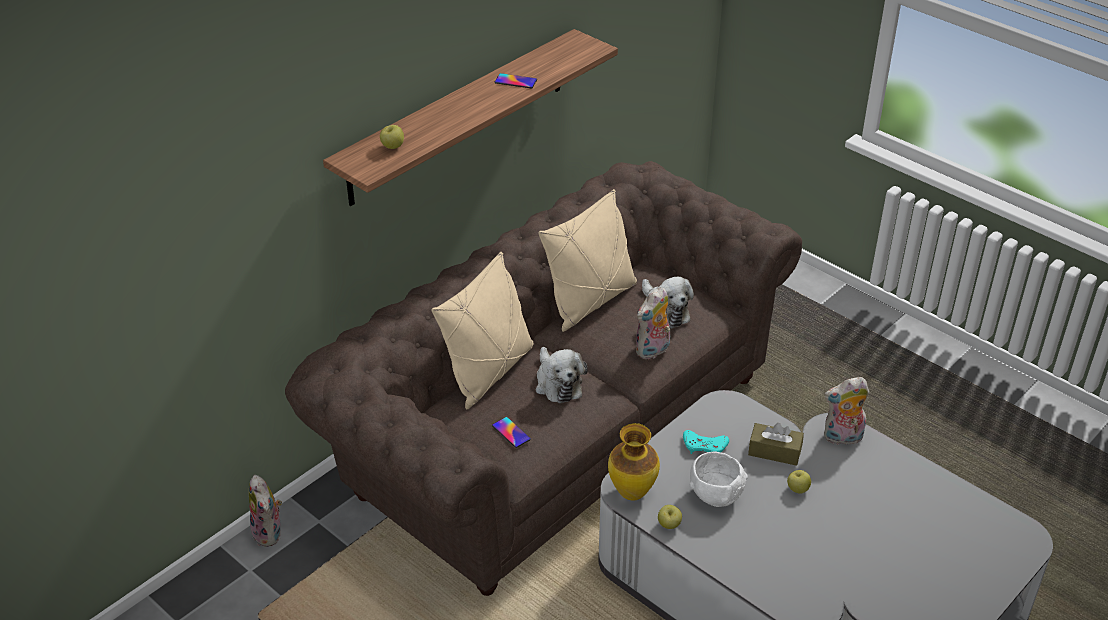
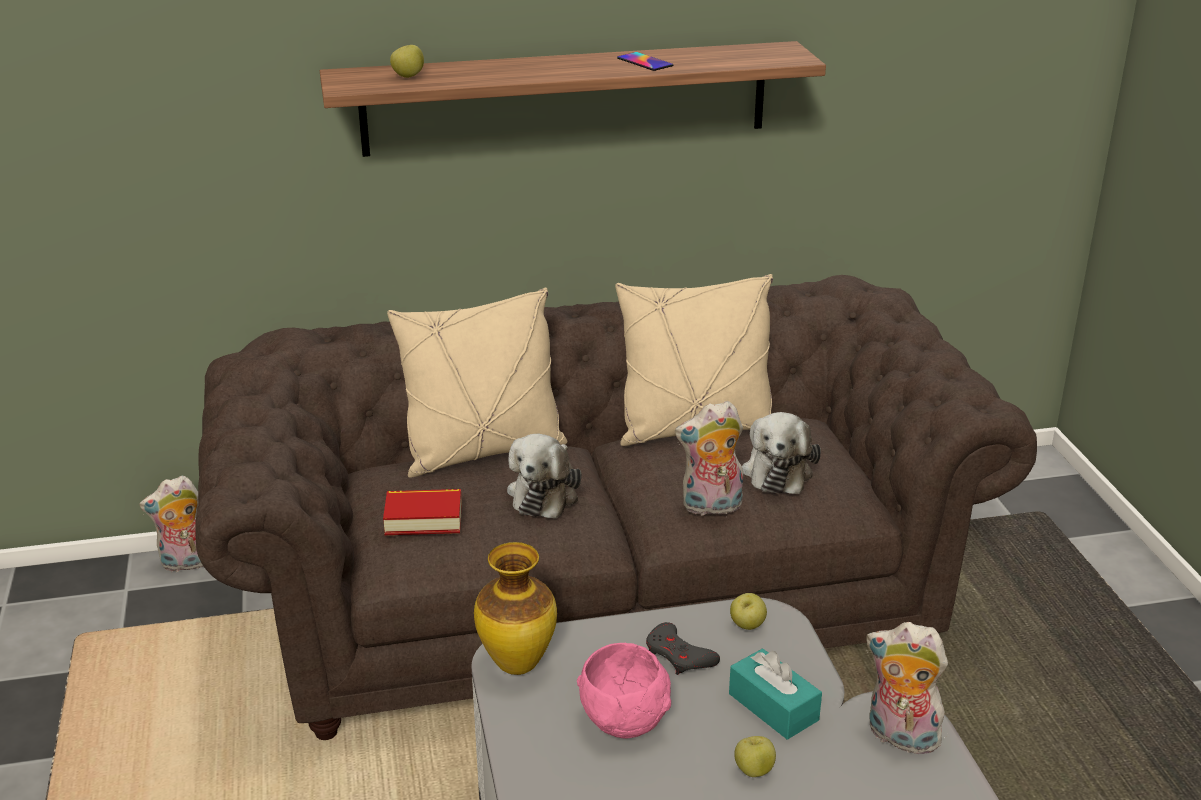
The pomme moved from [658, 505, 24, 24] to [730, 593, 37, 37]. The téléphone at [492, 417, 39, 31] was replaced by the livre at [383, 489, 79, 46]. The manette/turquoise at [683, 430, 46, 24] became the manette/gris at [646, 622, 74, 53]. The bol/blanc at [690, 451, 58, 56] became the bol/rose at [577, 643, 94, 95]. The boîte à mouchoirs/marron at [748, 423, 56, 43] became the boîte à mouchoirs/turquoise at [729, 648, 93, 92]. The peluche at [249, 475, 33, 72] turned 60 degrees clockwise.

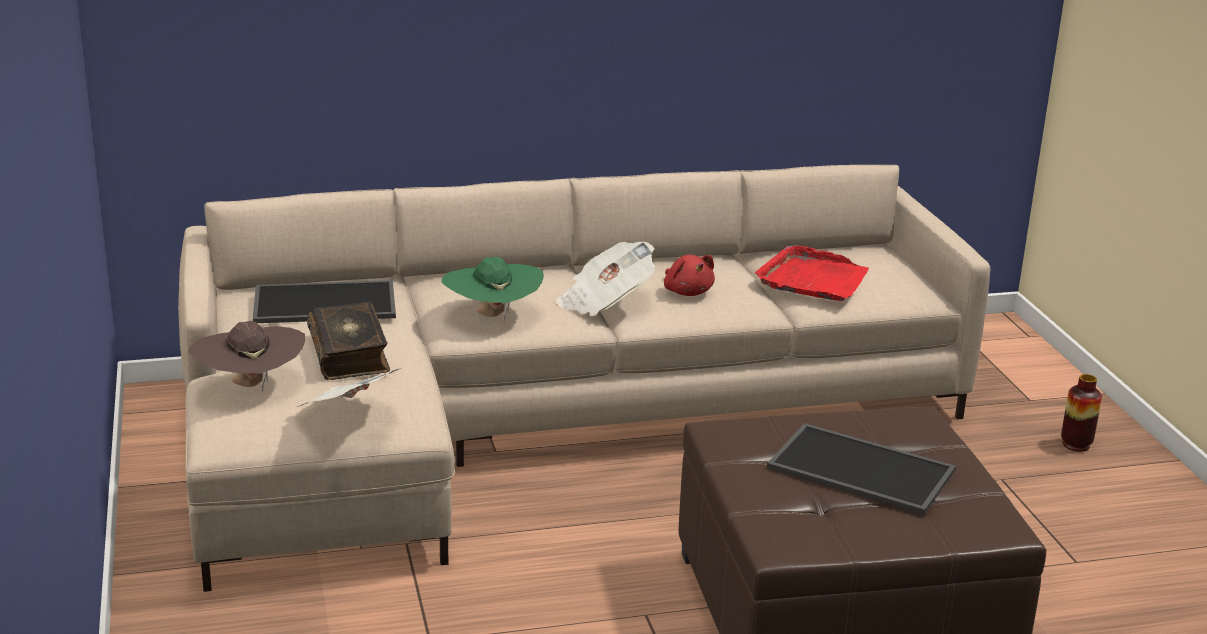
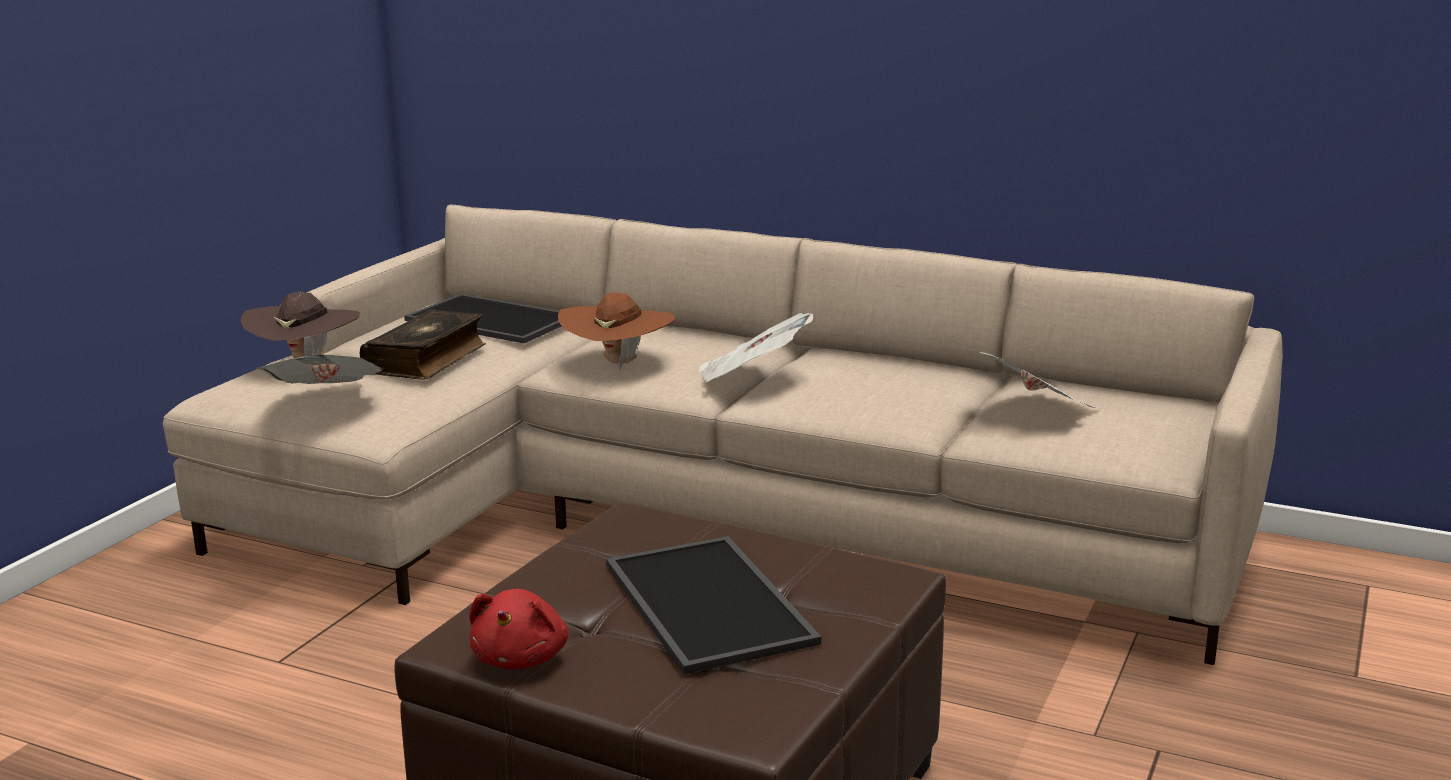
The vase at [1061, 374, 41, 77] disappeared. The peluche/rouge moved from [664, 255, 51, 41] to [469, 589, 99, 80]. The plateau/rouge at [755, 245, 114, 56] was replaced by the journal at [978, 352, 121, 56]. The chapeau/vert at [441, 257, 103, 64] became the chapeau/marron at [558, 292, 117, 78].

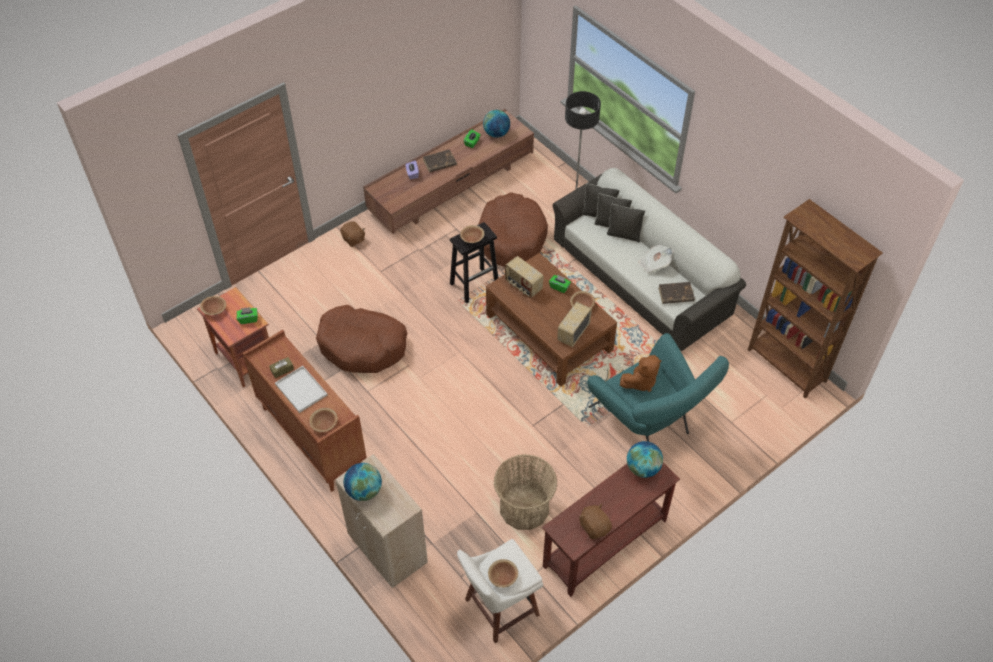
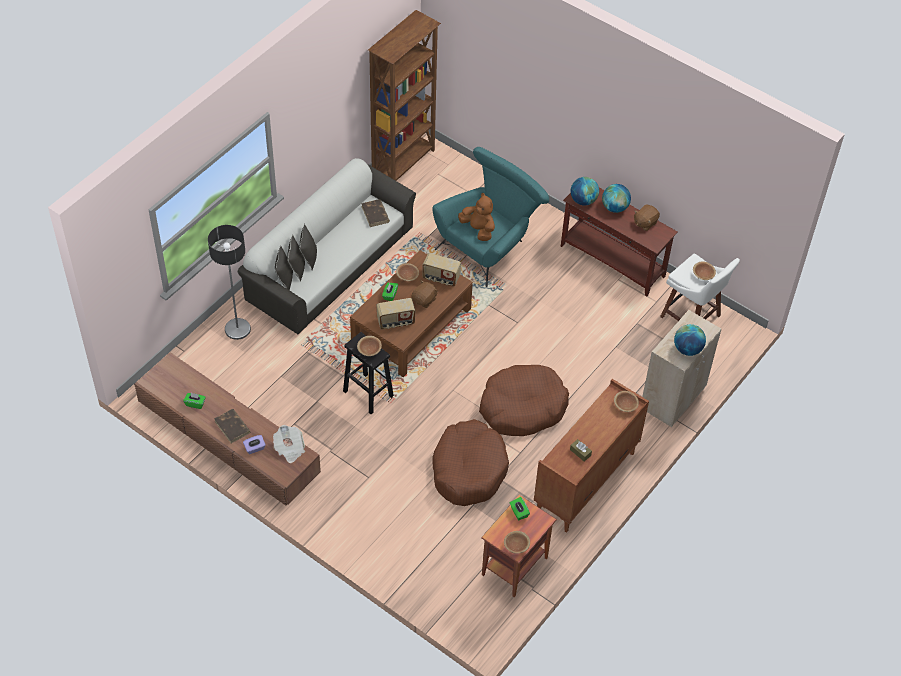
The plateau/blanc at [275, 366, 52, 47] disappeared. The panier at [494, 454, 64, 76] disappeared. The peluche/marron moved from [340, 221, 25, 26] to [411, 280, 27, 28]. The panier pour chien/marron moved from [478, 192, 70, 75] to [479, 365, 90, 71]. The globe moved from [483, 110, 27, 28] to [602, 184, 29, 29]. The journal moved from [638, 245, 36, 28] to [273, 425, 32, 38]. The radio at [505, 256, 39, 42] turned 45 degrees clockwise.

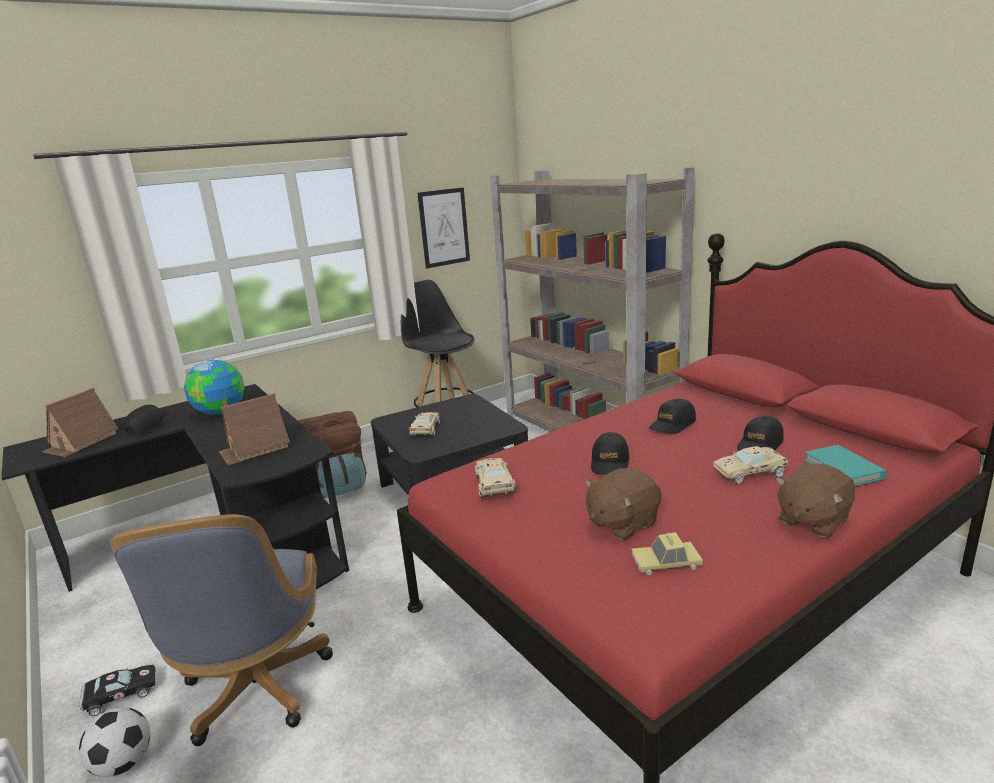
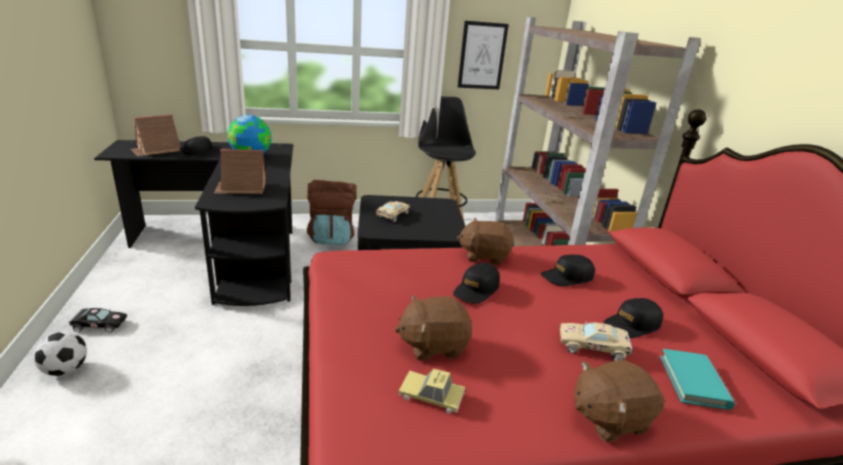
The chaise de bureau/bleu at [110, 514, 223, 232] disappeared. The petite voiture/beige at [475, 458, 41, 40] disappeared. The peluche/marron at [457, 218, 56, 47] appeared.

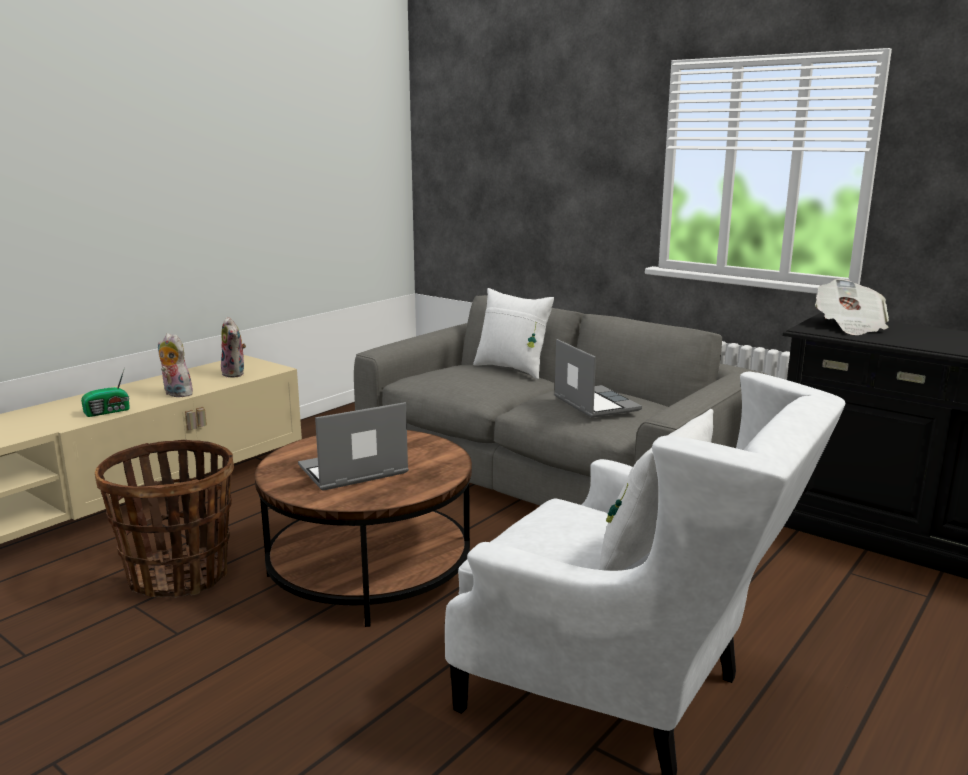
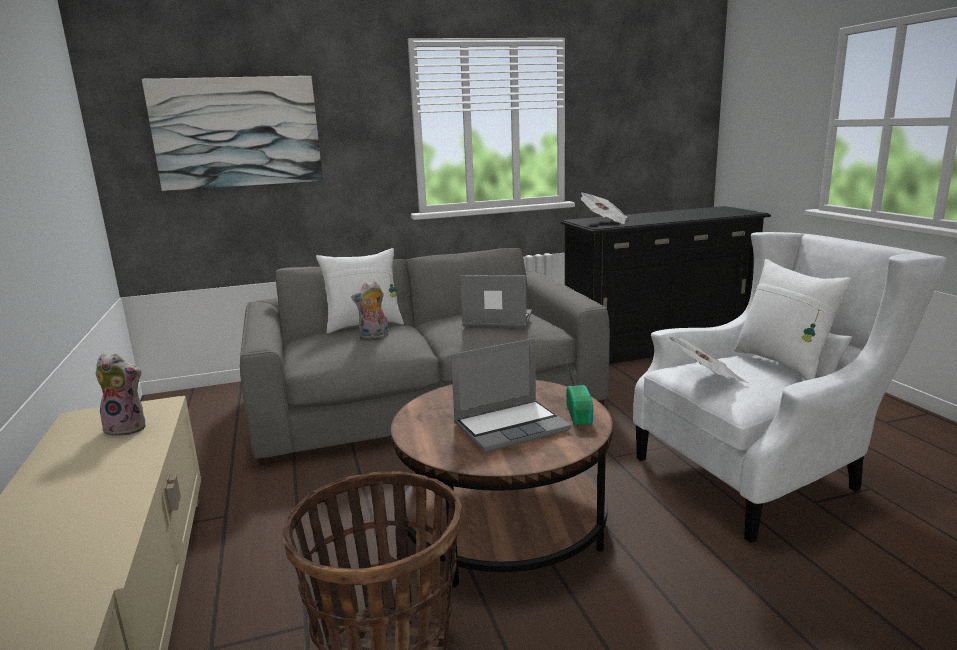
The tableau at [142, 76, 181, 115] appeared. The journal at [666, 336, 83, 47] appeared. The radio moved from [81, 367, 49, 50] to [566, 362, 27, 63]. The peluche moved from [158, 333, 35, 64] to [351, 280, 38, 59]. The ordinateur portable at [298, 402, 111, 89] turned 120 degrees counterclockwise.

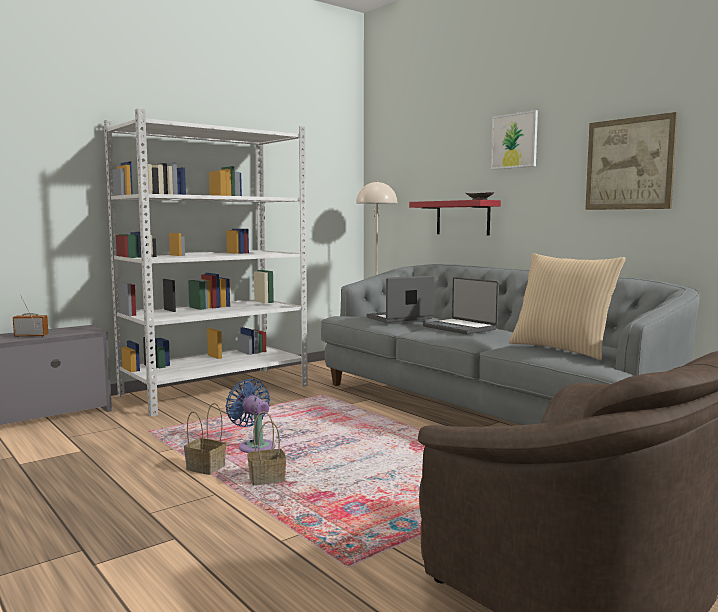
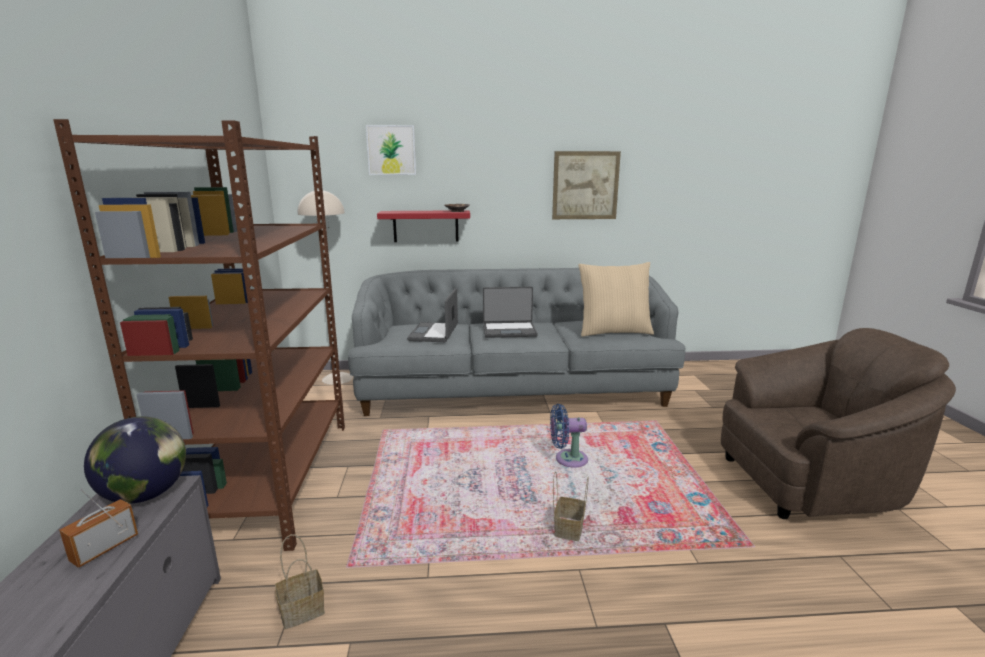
The globe at [84, 416, 102, 88] appeared. The panier moved from [184, 403, 42, 72] to [275, 534, 50, 95]. The ventilateur/bleu moved from [226, 379, 49, 74] to [550, 404, 38, 64]. The tableau moved from [491, 110, 47, 60] to [366, 125, 50, 50]. The bibliothèque/blanc at [104, 108, 204, 308] became the bibliothèque/marron at [53, 119, 292, 432].

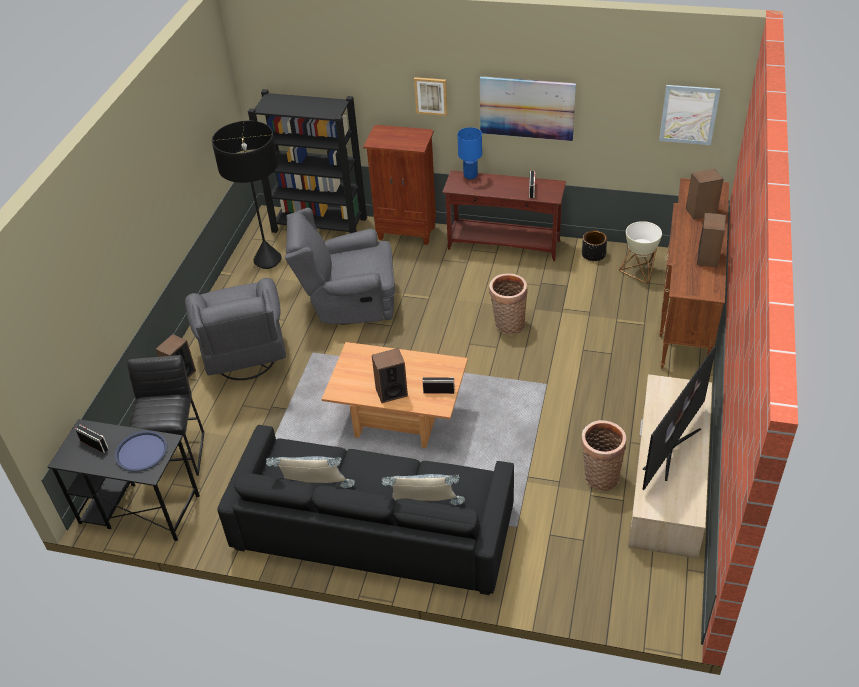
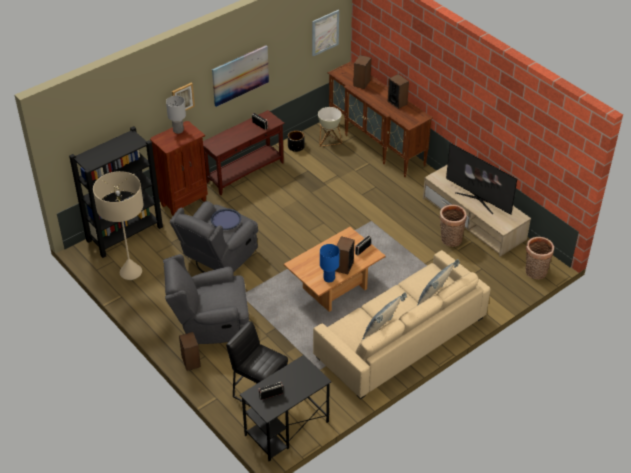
The lampe de table/gris at [166, 96, 20, 38] appeared. The plateau/bleu moved from [115, 431, 52, 41] to [211, 209, 30, 21]. The lampe de table/bleu moved from [457, 127, 25, 52] to [320, 244, 20, 39]. The panier moved from [489, 273, 39, 61] to [526, 237, 28, 43]. The lampadaire/noir at [212, 121, 70, 148] became the lampadaire/beige at [93, 171, 51, 109]. The canapé/noir at [217, 425, 297, 170] became the canapé/beige at [313, 250, 177, 149]. The fauteuil/gris at [185, 278, 101, 102] turned 150 degrees clockwise. The téléviseur at [642, 346, 74, 144] turned 150 degrees clockwise.

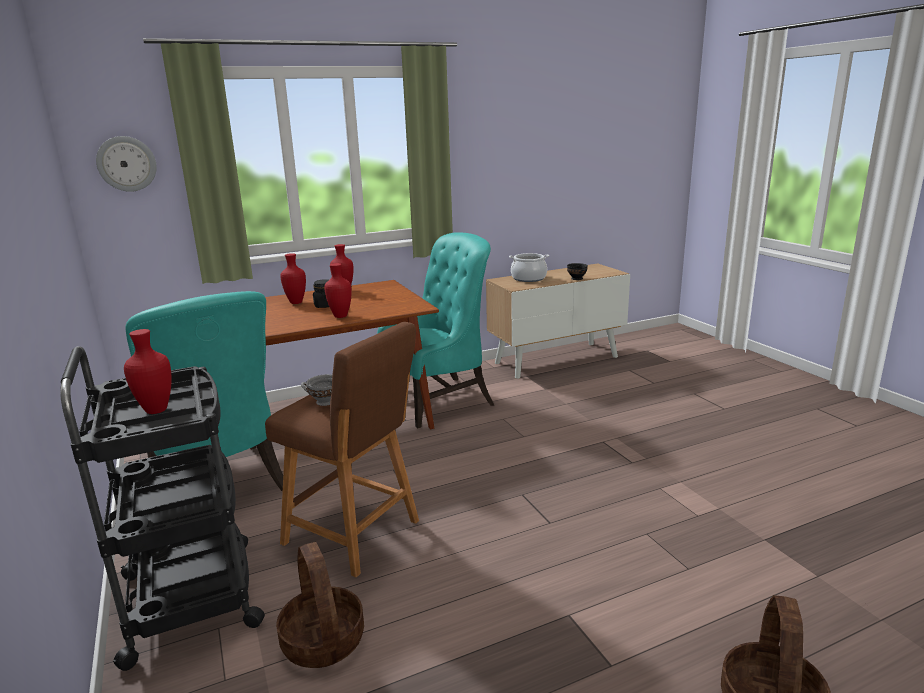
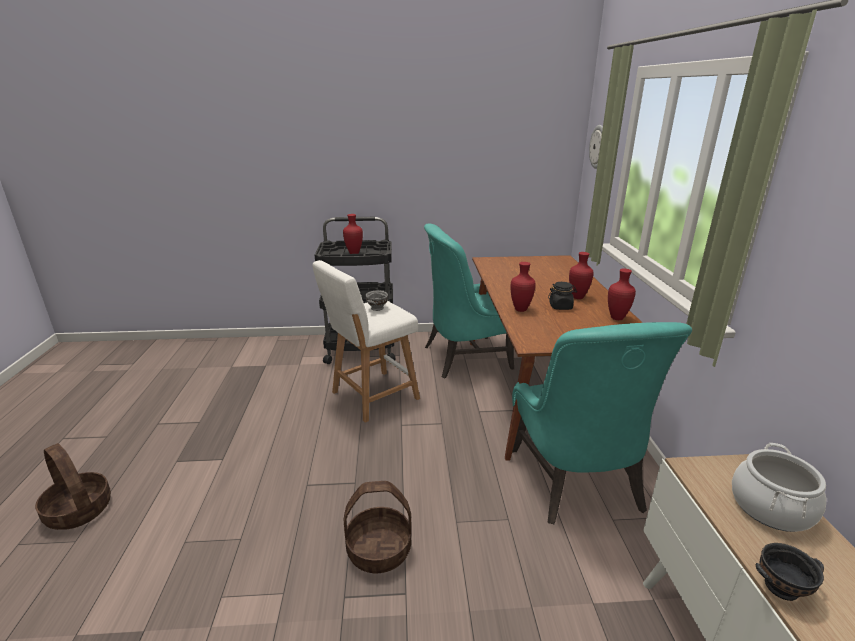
The panier moved from [276, 542, 88, 126] to [343, 481, 68, 92]. The tabouret/marron at [265, 322, 154, 255] became the tabouret/blanc at [313, 260, 107, 163].

